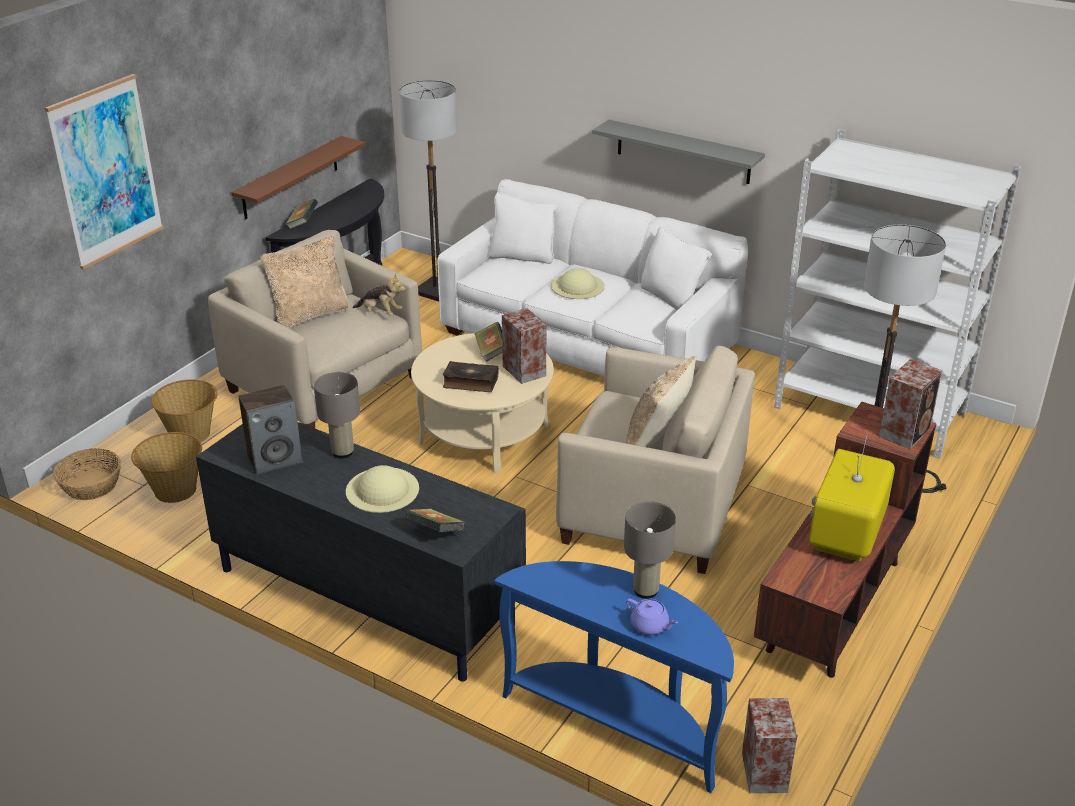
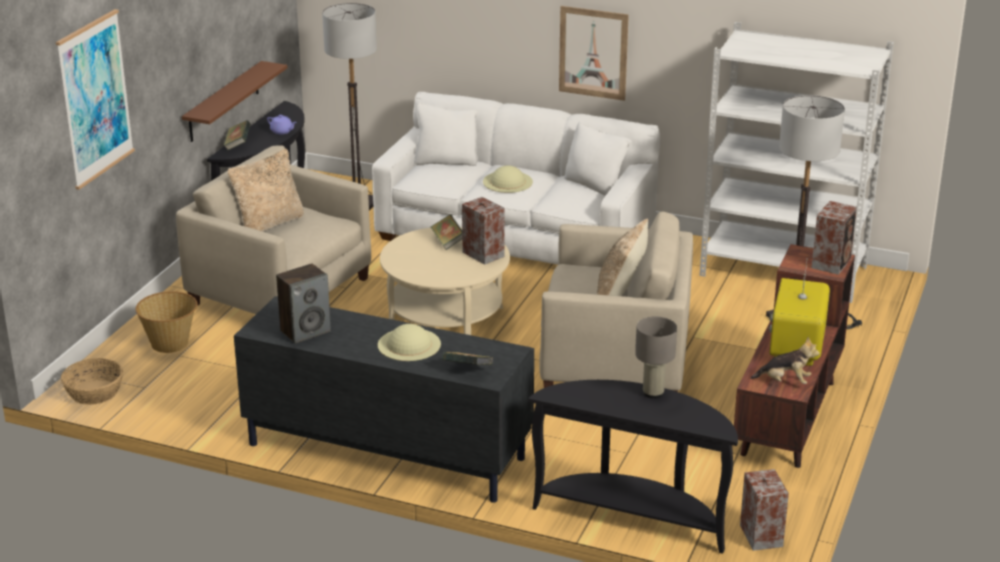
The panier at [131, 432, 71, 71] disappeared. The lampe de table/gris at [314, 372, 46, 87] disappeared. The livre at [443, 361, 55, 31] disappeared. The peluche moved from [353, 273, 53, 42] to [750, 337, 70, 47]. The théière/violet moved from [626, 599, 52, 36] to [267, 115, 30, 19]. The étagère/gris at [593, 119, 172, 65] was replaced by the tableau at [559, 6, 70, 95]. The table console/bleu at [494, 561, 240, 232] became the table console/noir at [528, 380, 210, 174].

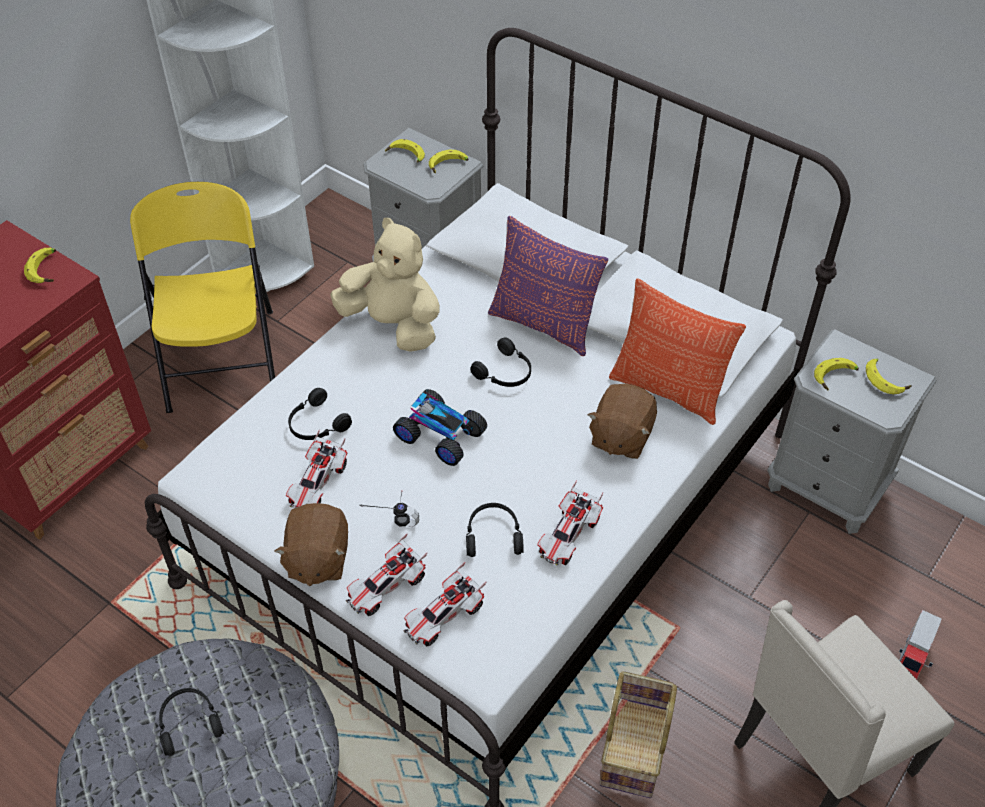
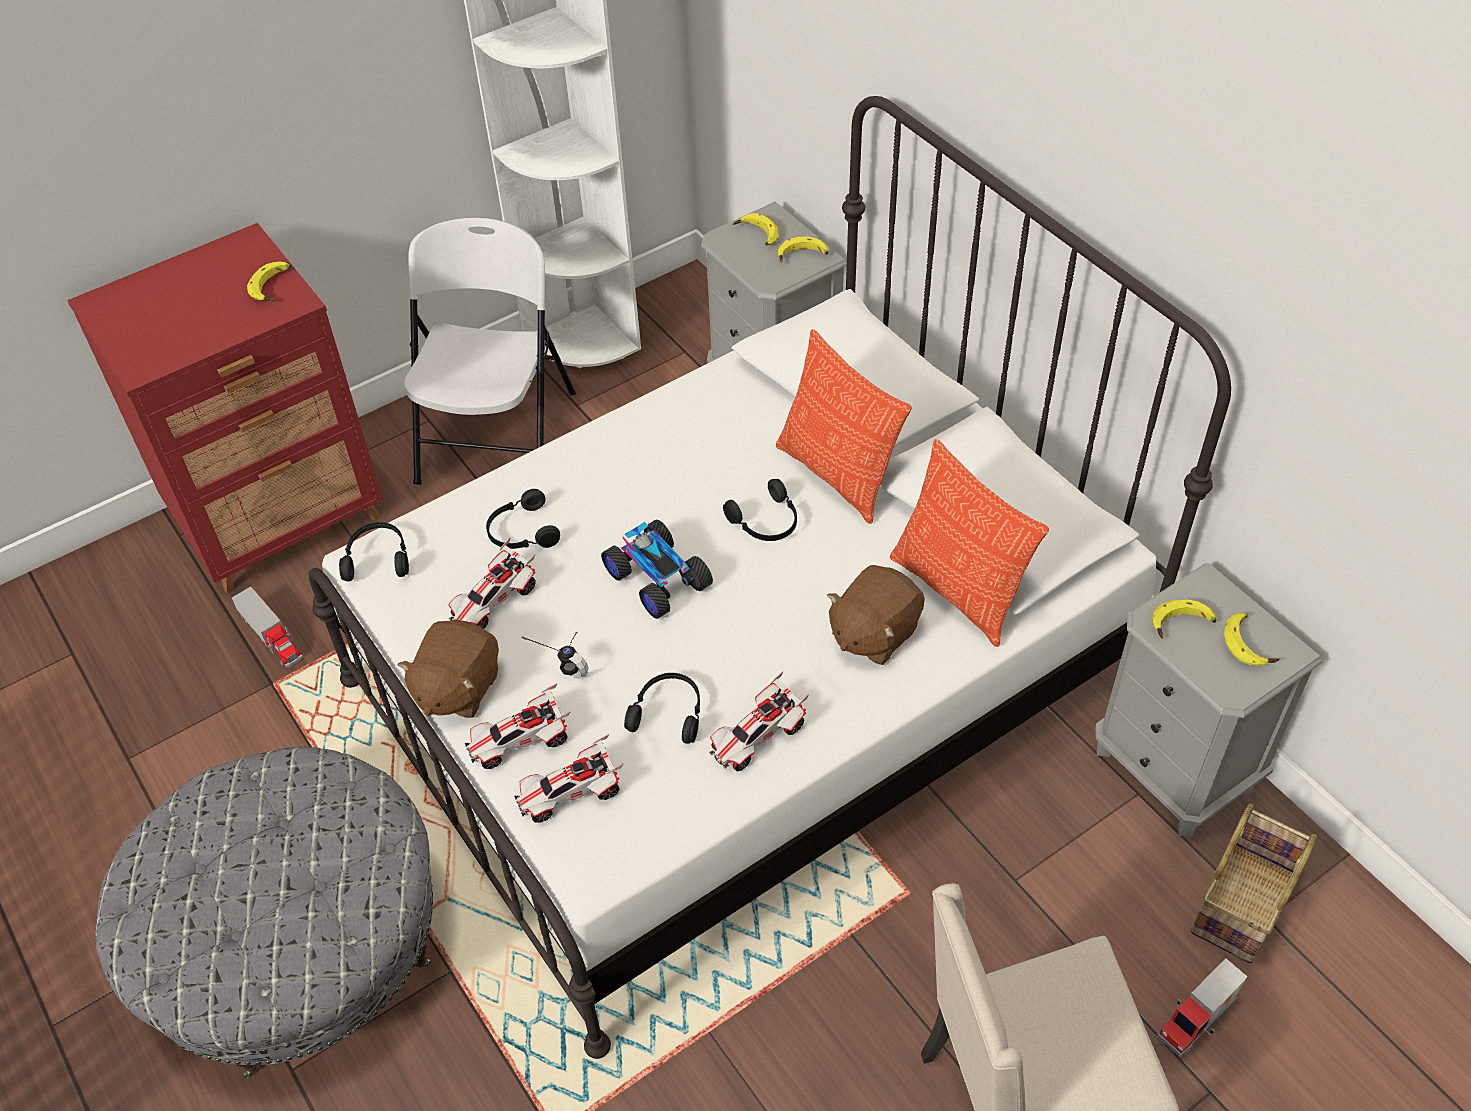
The peluche/beige at [330, 218, 110, 134] disappeared. The camion jouet at [232, 586, 71, 81] appeared. The casque audio/noir moved from [159, 688, 65, 68] to [339, 522, 70, 60]. The panier moved from [599, 671, 78, 127] to [1191, 804, 126, 159]. The chaise/jaune at [130, 182, 145, 231] became the chaise/blanc at [404, 218, 172, 267]. The coussin/violet at [488, 216, 120, 140] became the coussin/orange at [776, 329, 136, 195].

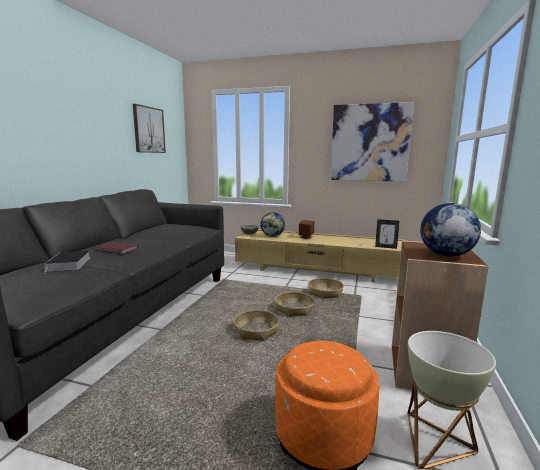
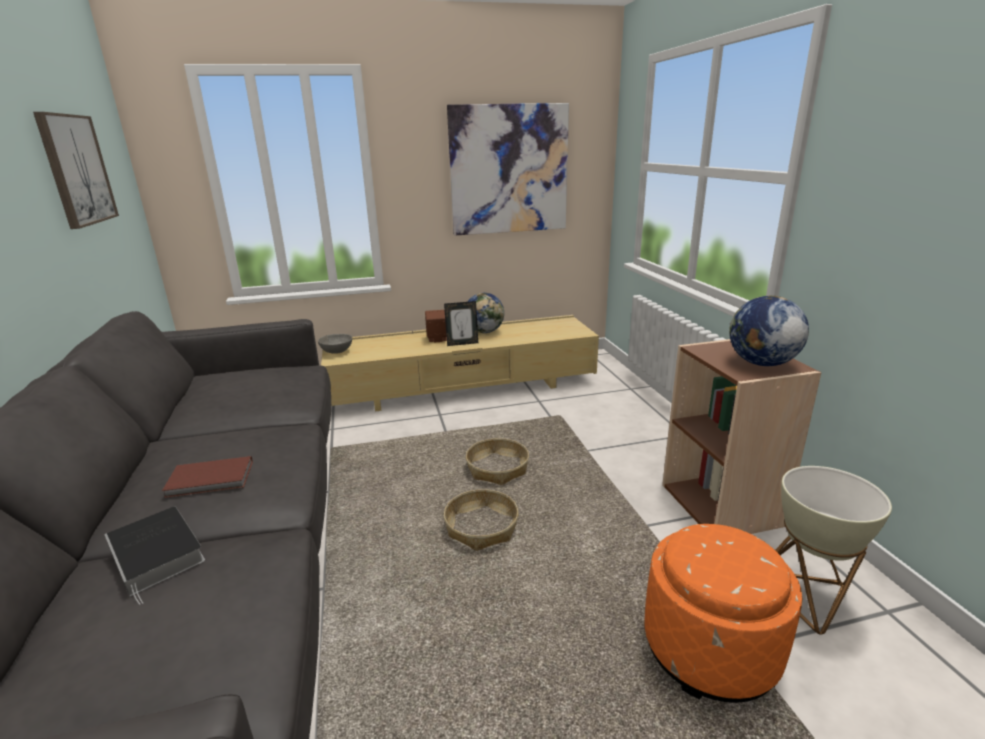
The panier at [308, 278, 36, 21] disappeared. The globe moved from [260, 212, 25, 25] to [467, 293, 37, 40]. The cadre photo moved from [375, 219, 24, 30] to [444, 301, 34, 45].

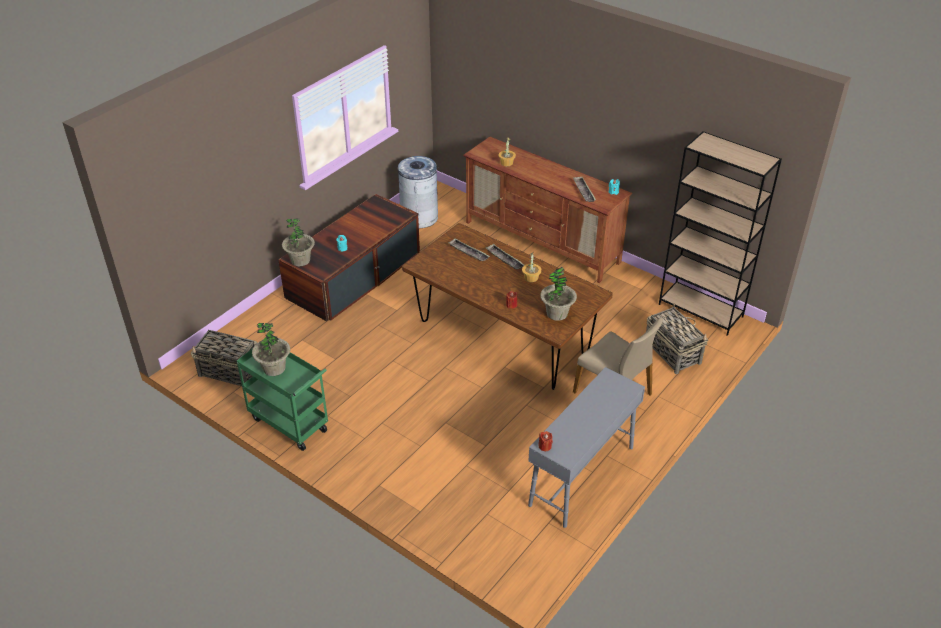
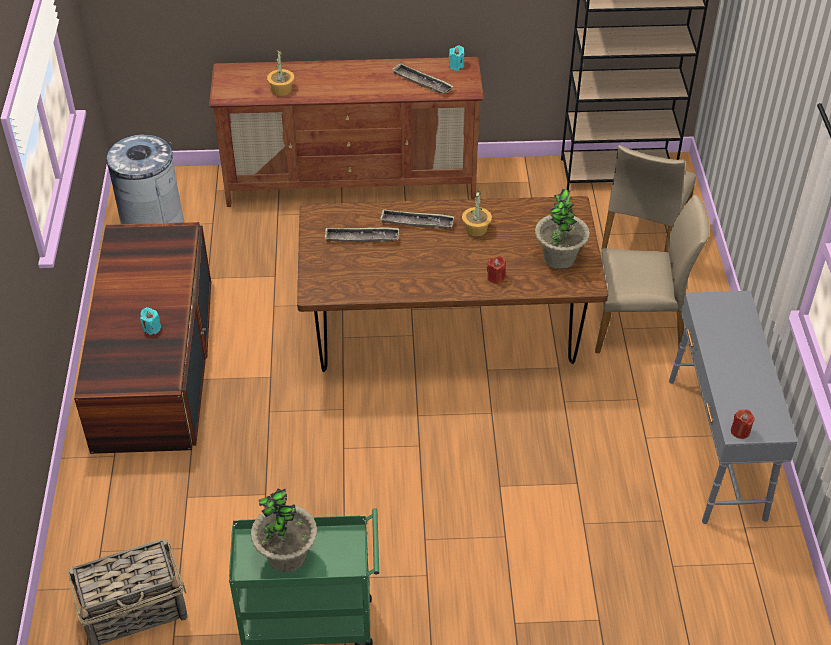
The plante en pot at [282, 218, 33, 48] disappeared. The panier at [646, 304, 62, 70] was replaced by the chaise/beige at [601, 145, 95, 107].

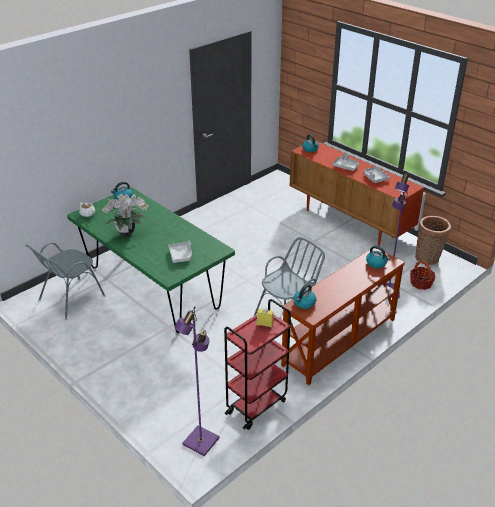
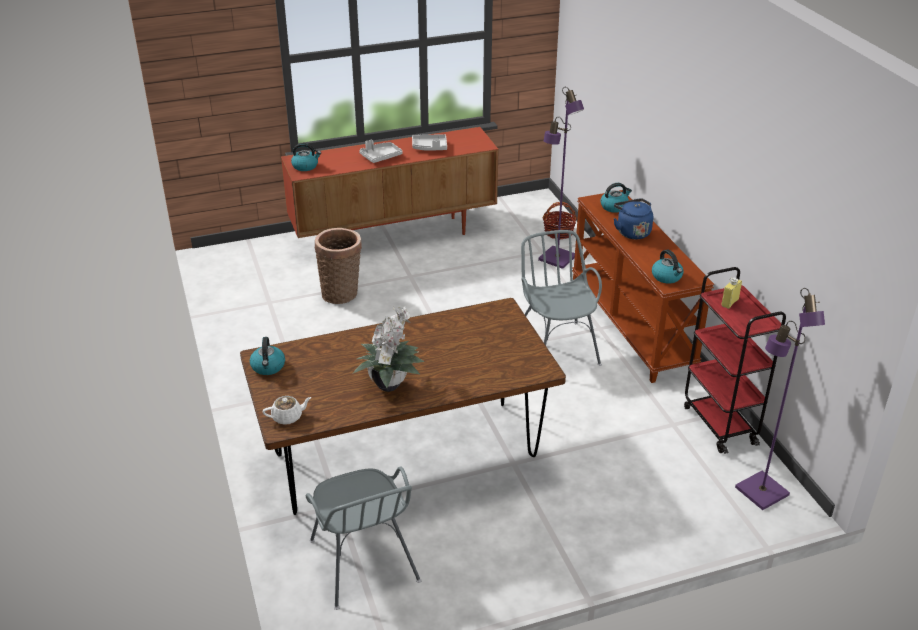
The plateau/gris at [169, 241, 23, 22] disappeared. The bouilloire/bleu at [614, 198, 39, 41] appeared. The panier moved from [415, 216, 36, 49] to [314, 228, 48, 76]. The table à manger/vert at [67, 187, 168, 146] became the table à manger/marron at [240, 298, 326, 217].

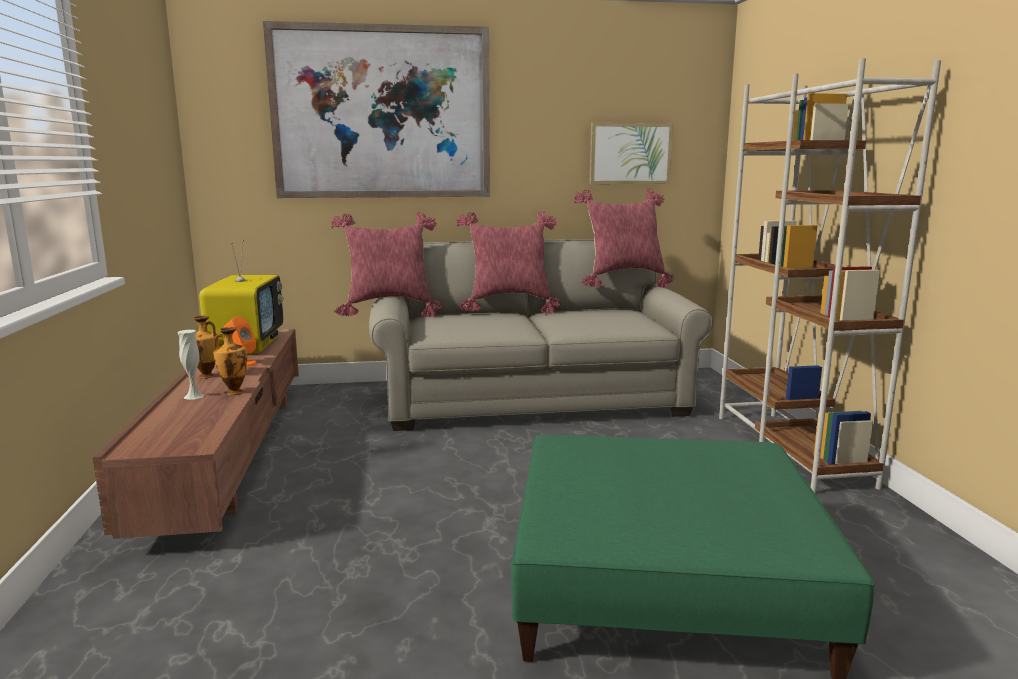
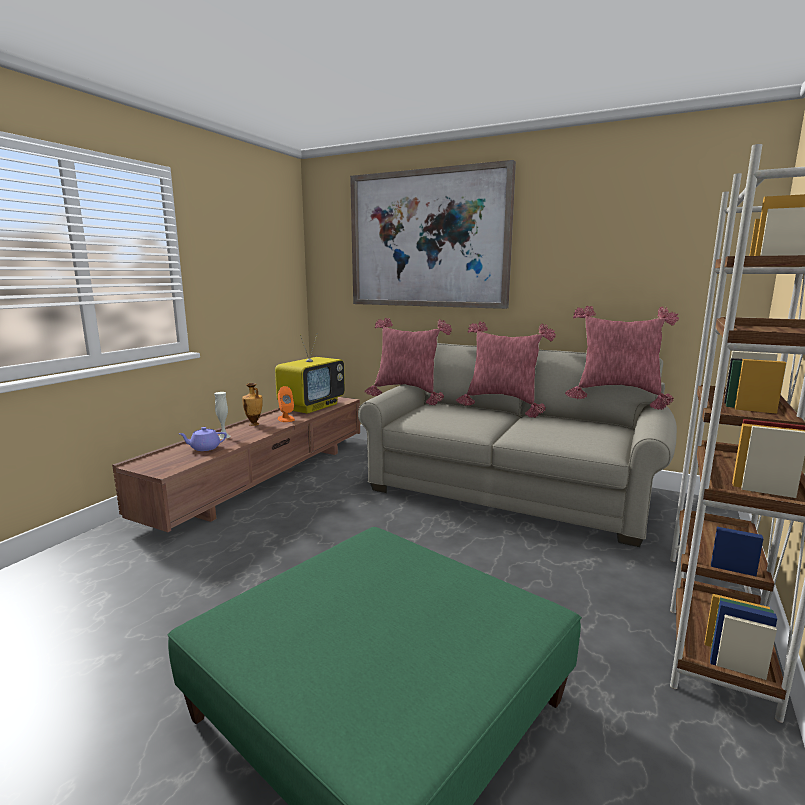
The vase at [213, 327, 34, 68] disappeared. The tableau at [590, 123, 83, 61] disappeared. The théière/violet at [178, 427, 49, 24] appeared.

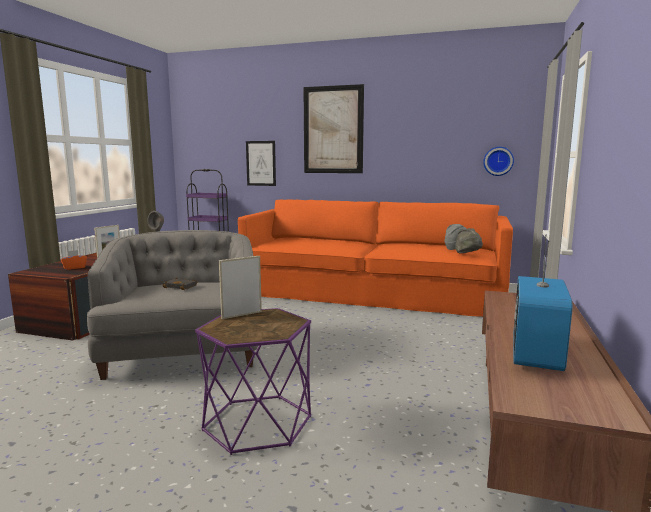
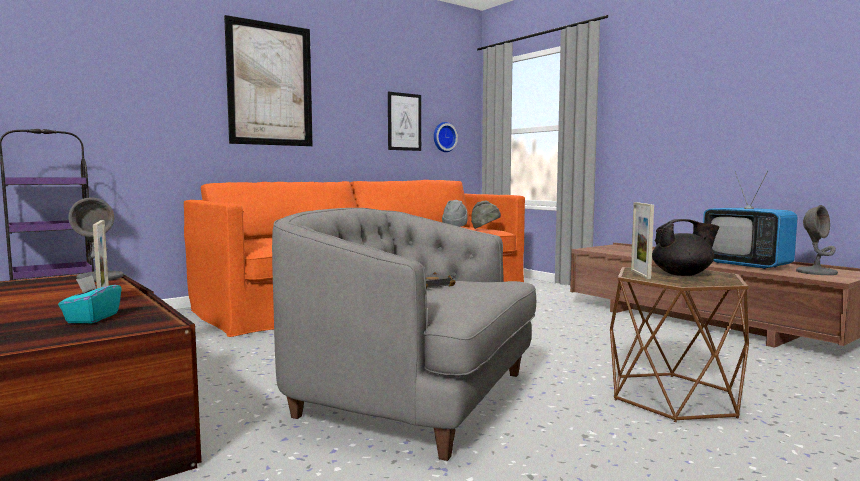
The théière/noir at [652, 219, 67, 57] appeared. The lampe de table/gris at [796, 205, 42, 70] appeared. The tableau moved from [246, 141, 30, 45] to [388, 92, 33, 59]. The boîte à mouchoirs/orange at [61, 250, 26, 20] became the boîte à mouchoirs/turquoise at [58, 275, 64, 48]. The table d'appoint/violet at [195, 308, 116, 147] became the table d'appoint/marron at [610, 267, 139, 155].

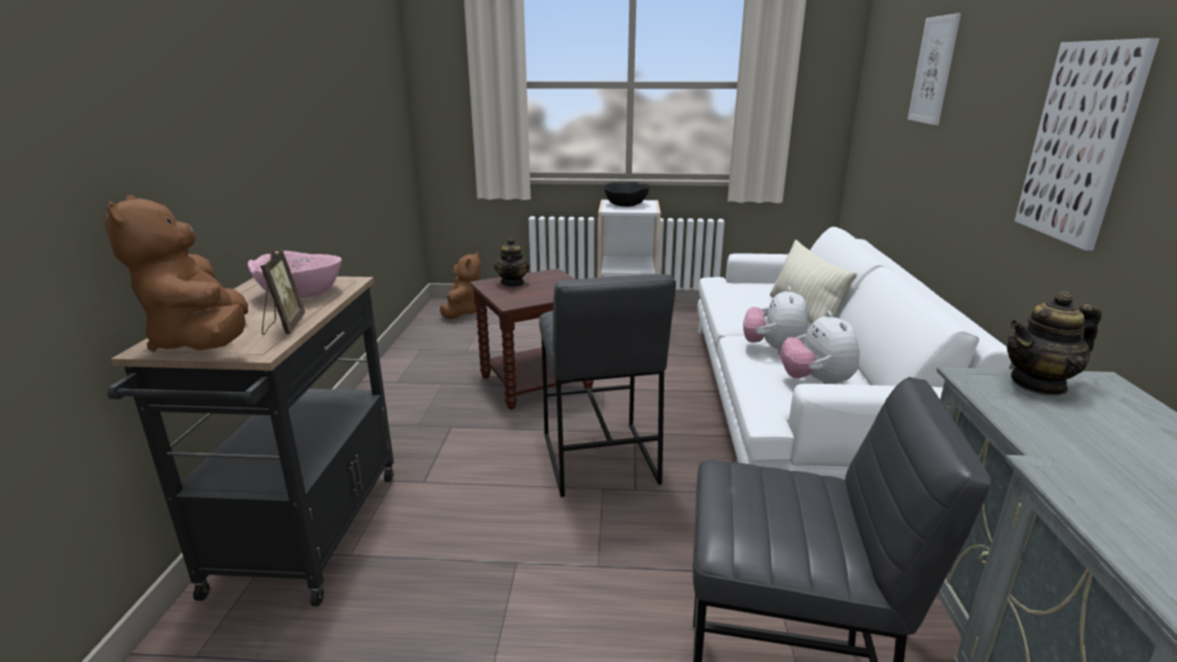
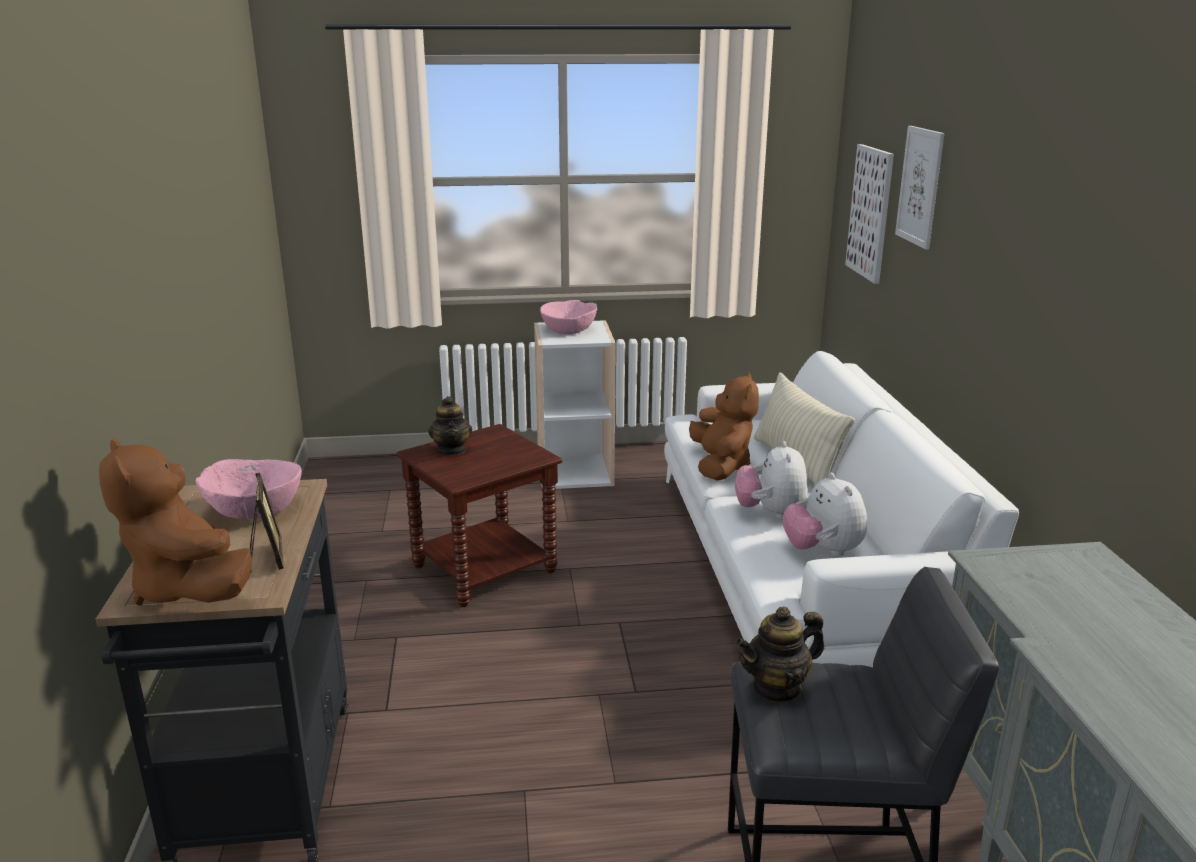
The tabouret/gris at [539, 274, 137, 223] disappeared. The peluche/marron moved from [440, 252, 41, 67] to [689, 372, 70, 109]. The théière moved from [1007, 291, 95, 105] to [735, 606, 89, 97]. The tableau moved from [1015, 38, 145, 213] to [845, 144, 49, 140]. The bol/noir at [604, 182, 46, 25] became the bol/rose at [540, 300, 57, 34].

